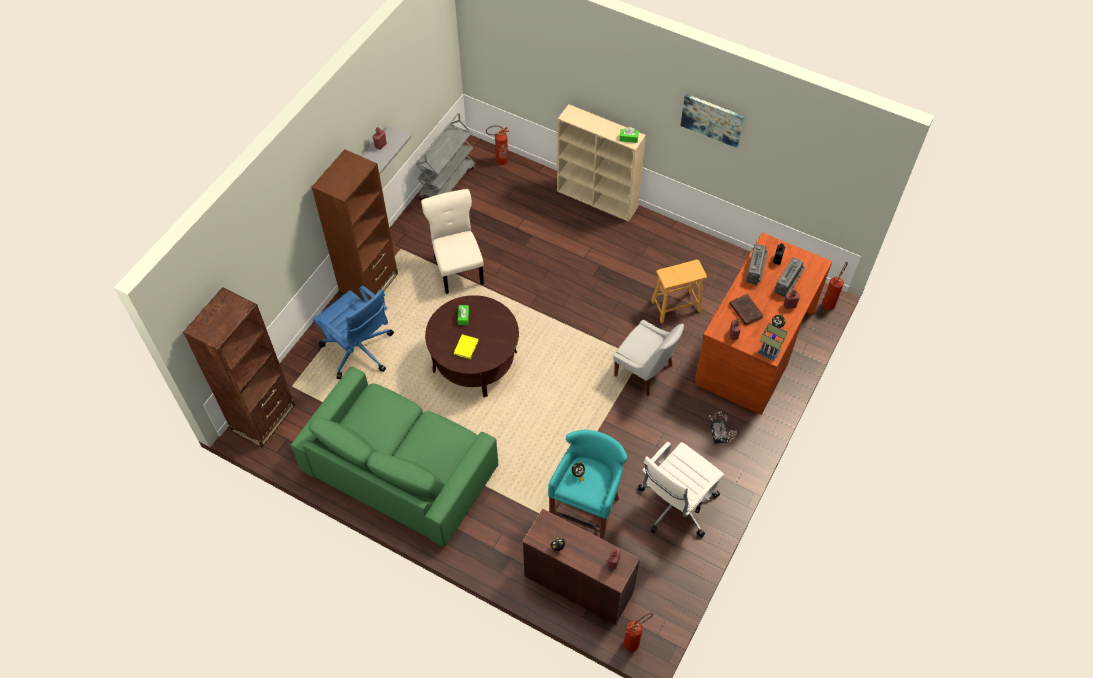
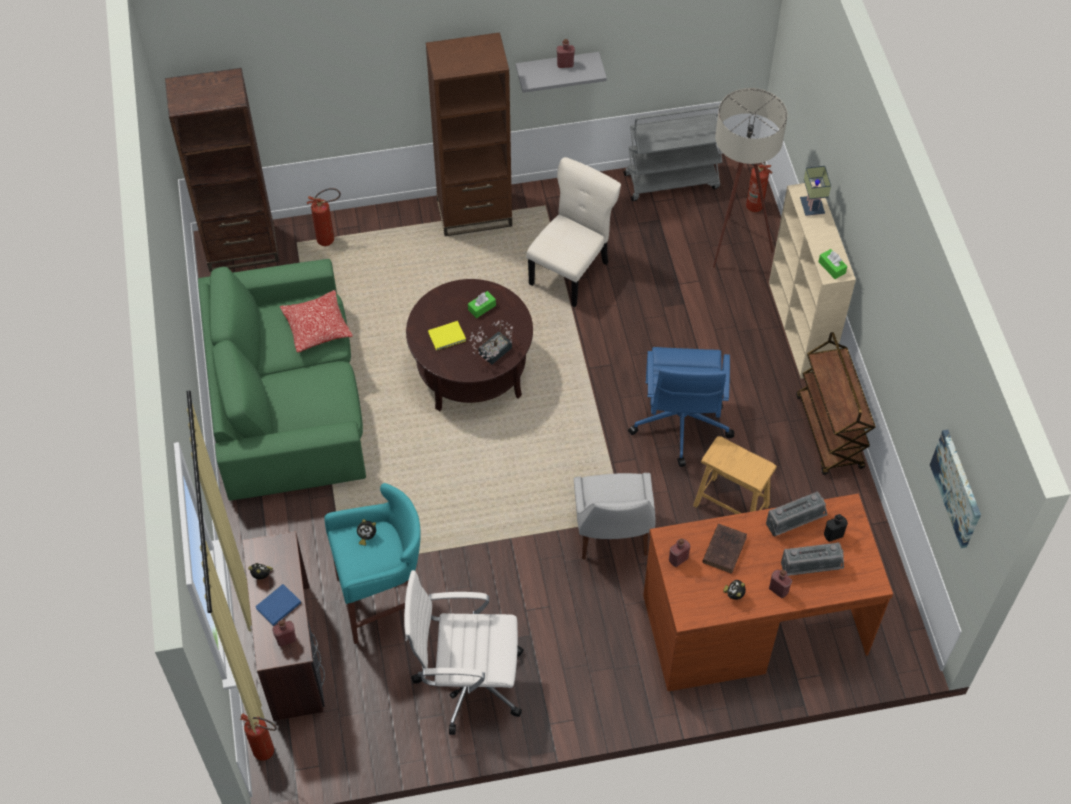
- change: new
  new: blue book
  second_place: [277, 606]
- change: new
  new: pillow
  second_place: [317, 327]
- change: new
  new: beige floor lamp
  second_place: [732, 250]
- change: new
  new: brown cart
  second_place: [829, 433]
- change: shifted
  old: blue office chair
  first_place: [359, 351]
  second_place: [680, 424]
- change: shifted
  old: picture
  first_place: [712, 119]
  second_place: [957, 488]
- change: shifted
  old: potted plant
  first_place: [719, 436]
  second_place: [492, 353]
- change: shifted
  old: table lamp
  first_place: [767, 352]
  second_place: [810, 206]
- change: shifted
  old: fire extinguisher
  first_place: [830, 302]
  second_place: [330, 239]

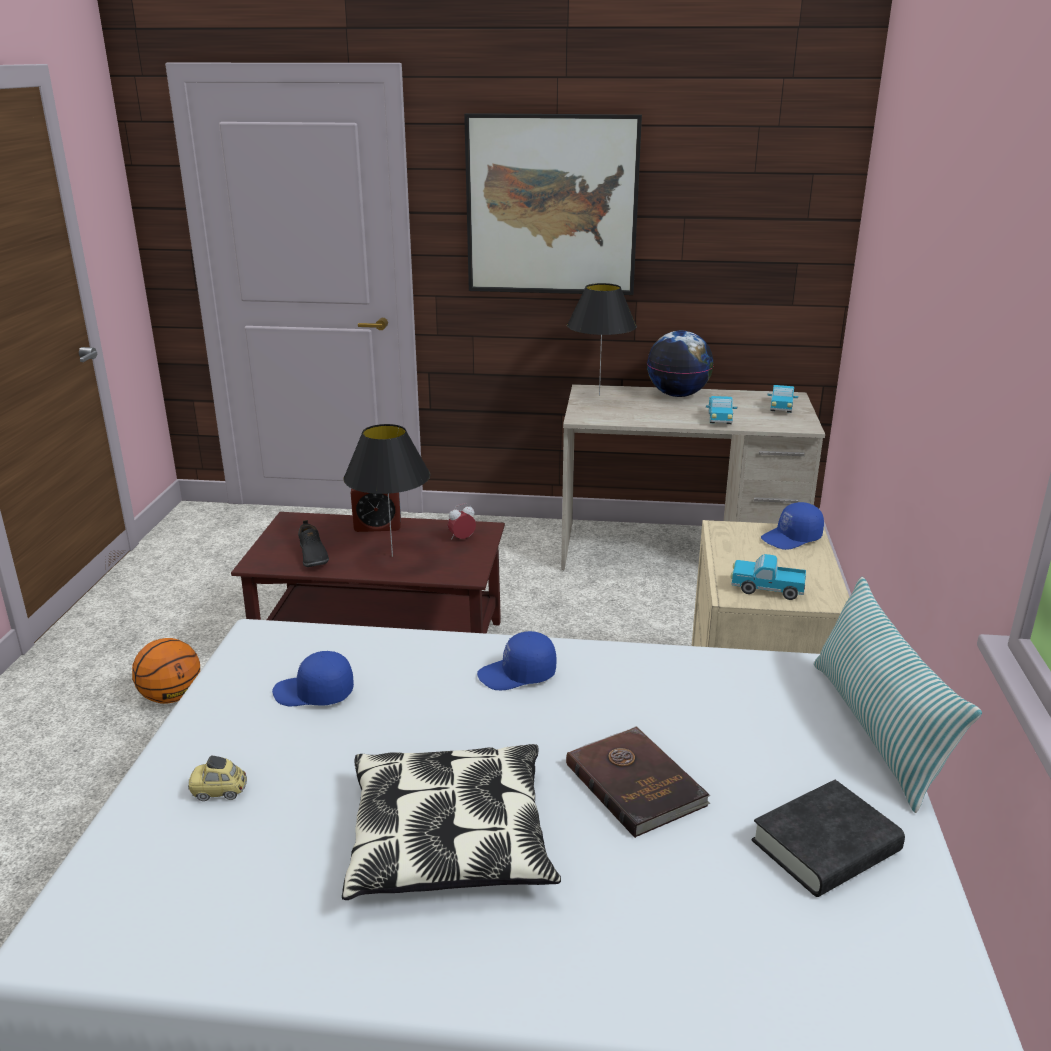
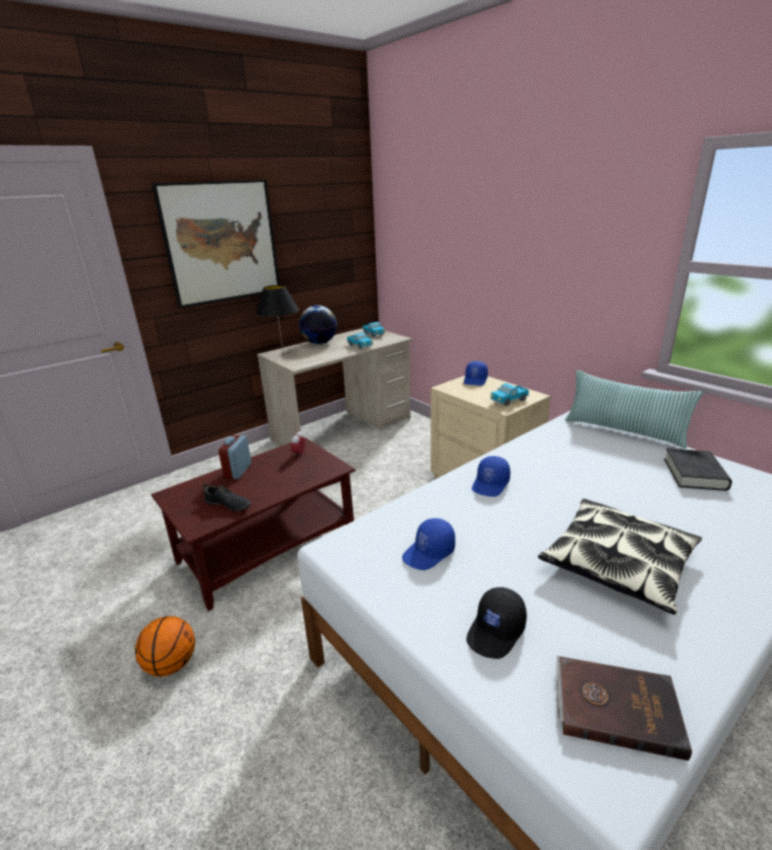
- change: gone
  old: black table lamp
  first_place: [392, 556]
- change: shifted
  old: brown book
  first_place: [636, 783]
  second_place: [615, 706]
- change: swapped
  old: toy car
  new: black cap
  first_place: [219, 791]
  second_place: [496, 632]
- change: rotated
  old: alarm clock
  first_place: [377, 527]
  second_place: [238, 471]
  degrees: 150

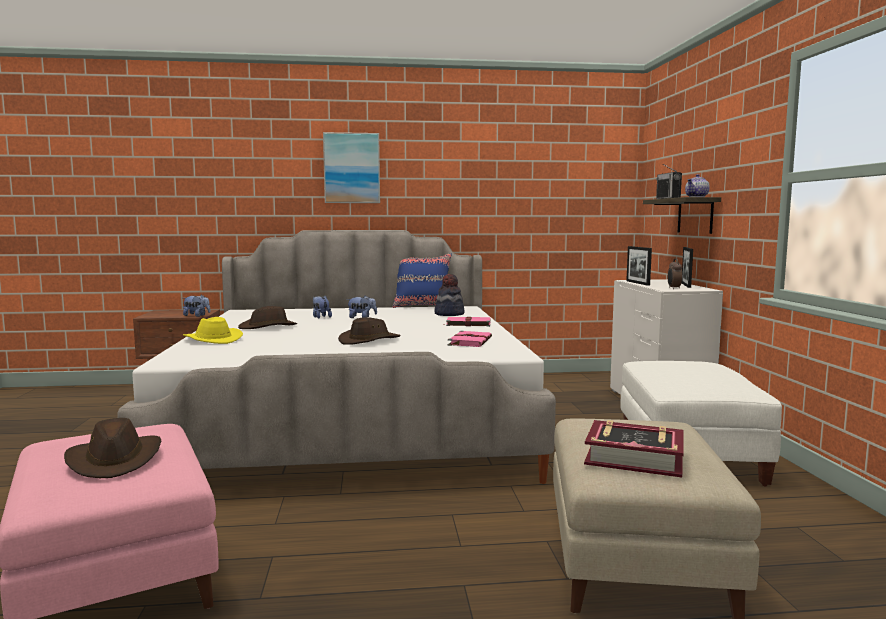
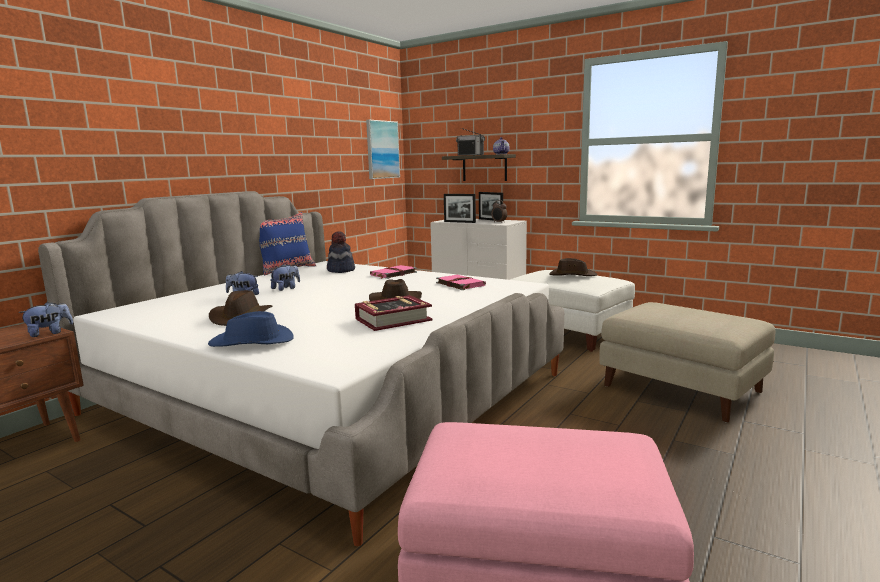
- change: shifted
  old: brown hat
  first_place: [115, 460]
  second_place: [572, 275]
- change: shifted
  old: picture
  first_place: [352, 168]
  second_place: [382, 149]
- change: shifted
  old: book
  first_place: [634, 458]
  second_place: [393, 320]
- change: repainted
  old: yellow hat
  new: blue hat
  first_place: [212, 340]
  second_place: [252, 342]

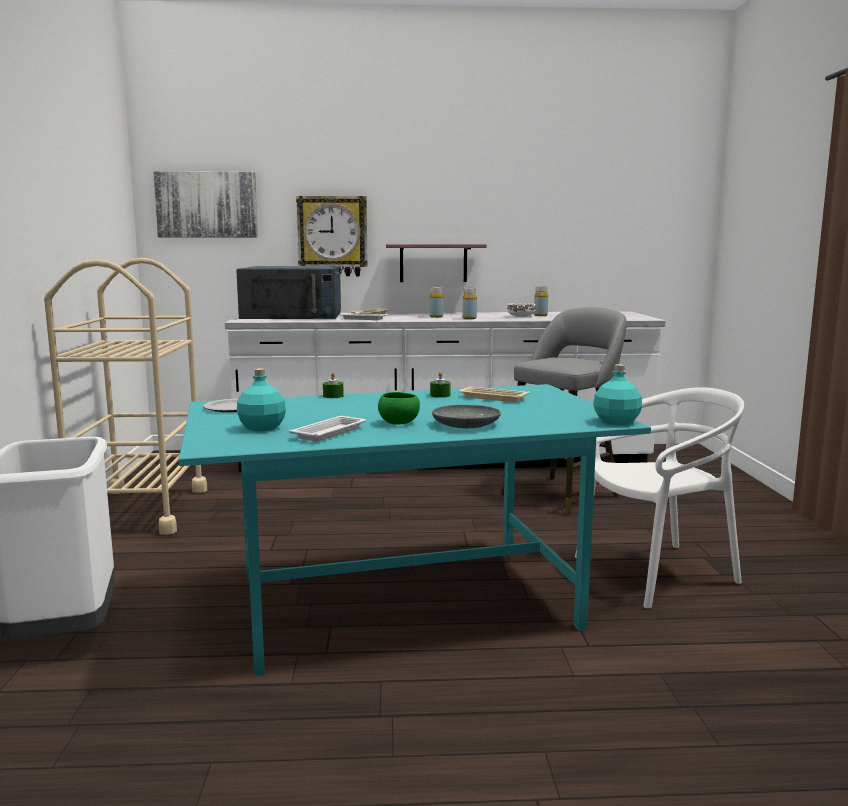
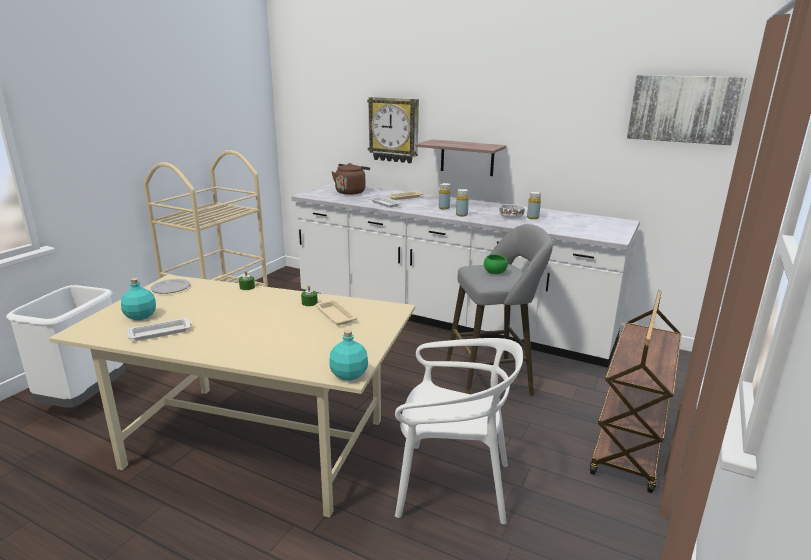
- change: gone
  old: grey plate
  first_place: [465, 424]
- change: new
  new: brown cart
  second_place: [629, 446]
- change: shifted
  old: picture
  first_place: [207, 205]
  second_place: [683, 109]
- change: shifted
  old: green bowl
  first_place: [398, 423]
  second_place: [494, 273]
- change: swapped
  old: blue microwave
  new: brown kettle
  first_place: [292, 316]
  second_place: [351, 192]
- change: repainted
  old: turquoise dining table
  new: beige dining table
  first_place: [406, 599]
  second_place: [260, 442]

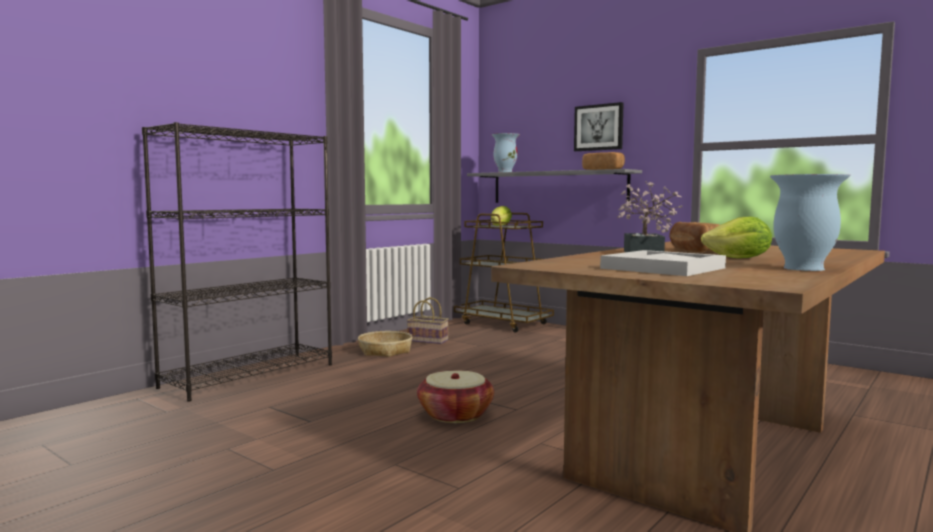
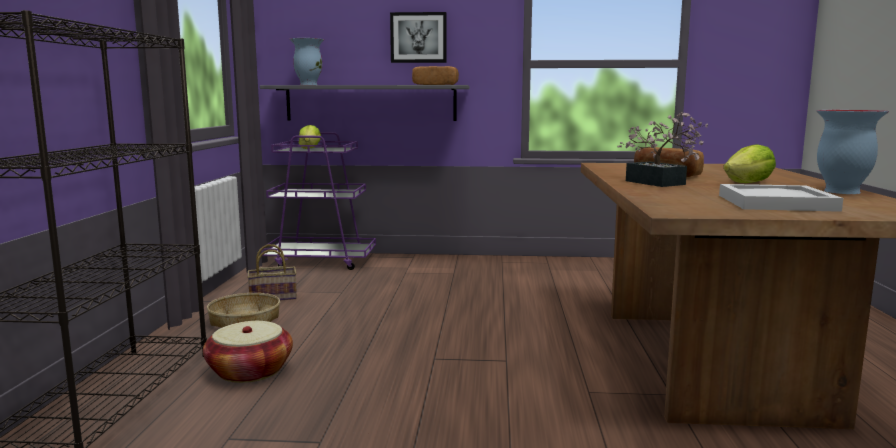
- change: shifted
  old: basket
  first_place: [455, 415]
  second_place: [250, 371]
- change: repainted
  old: brown cart
  new: purple cart
  first_place: [503, 324]
  second_place: [321, 261]

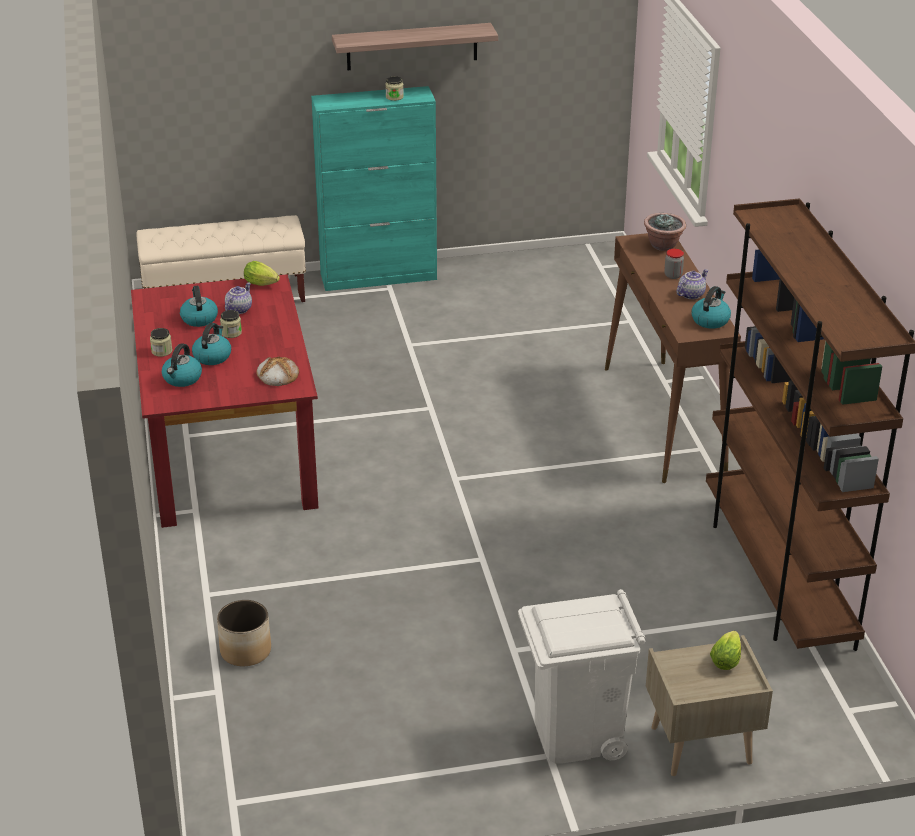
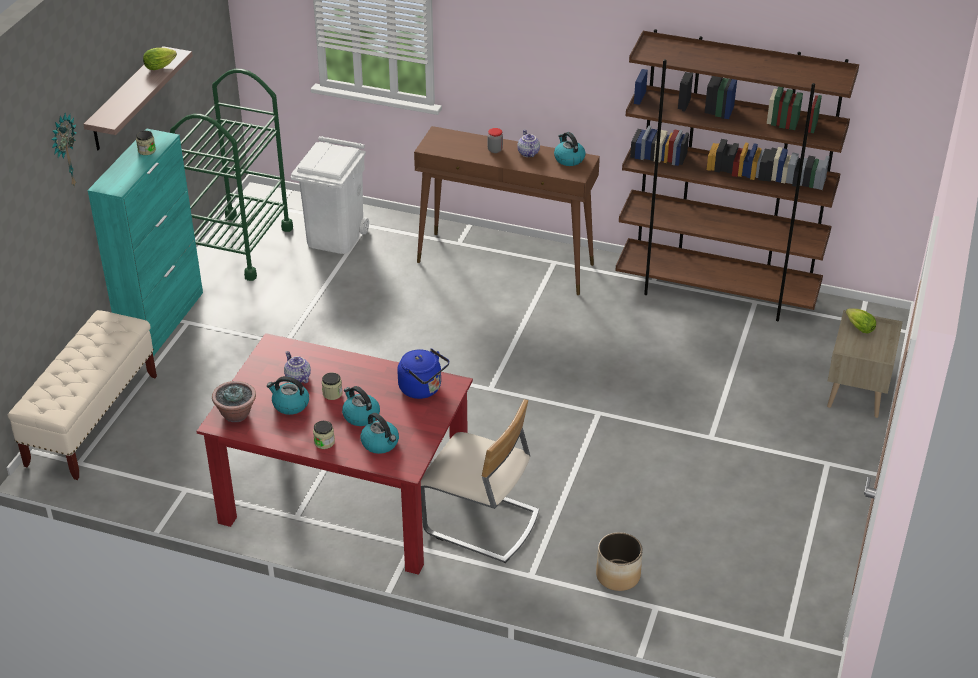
- change: new
  new: wall clock
  second_place: [64, 151]
- change: new
  new: green cart
  second_place: [240, 246]
- change: new
  new: beige chair
  second_place: [481, 523]
- change: shifted
  old: lettuce
  first_place: [263, 284]
  second_place: [161, 66]
- change: shifted
  old: white trash can
  first_place: [576, 734]
  second_place: [335, 237]
- change: shifted
  old: potted plant
  first_place: [663, 245]
  second_place: [236, 414]
- change: swapped
  old: bread
  new: blue kettle
  first_place: [277, 375]
  second_place: [423, 389]

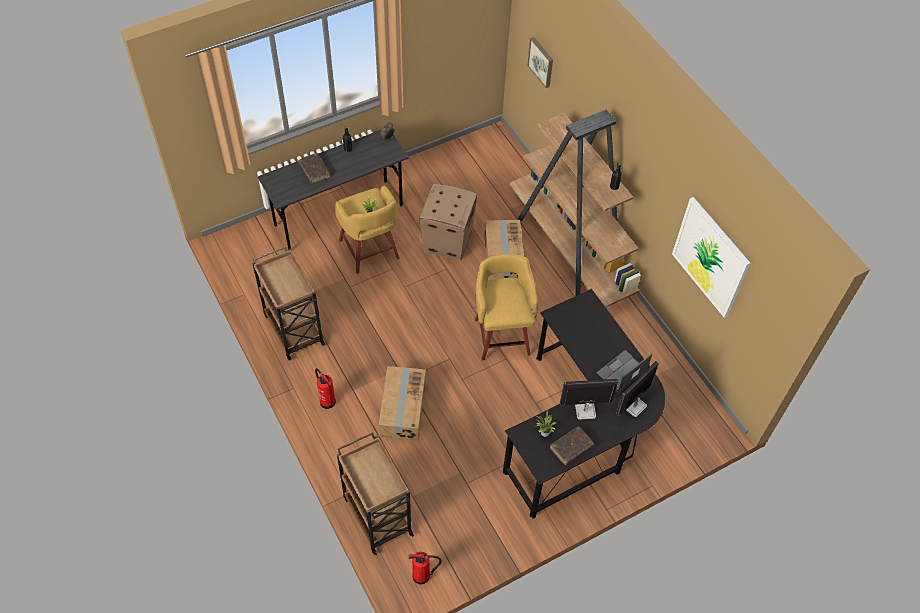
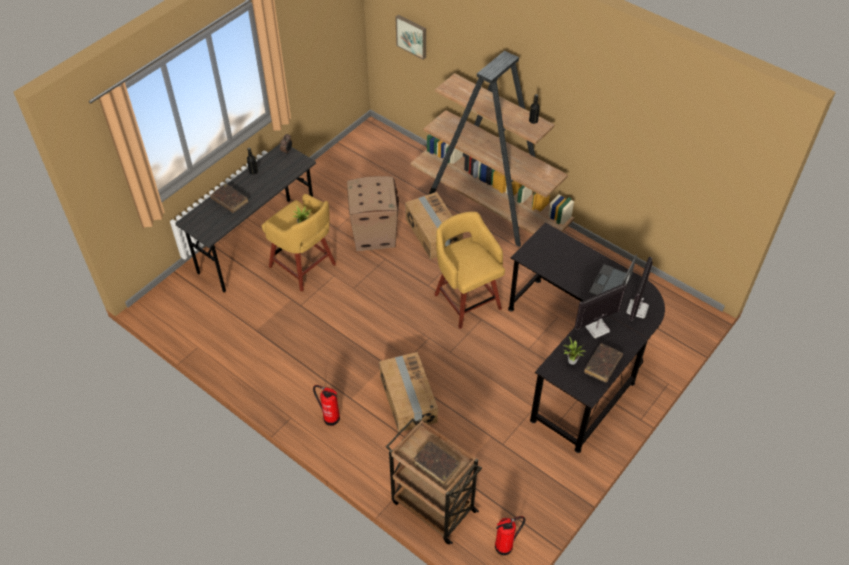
- change: gone
  old: brown cart
  first_place: [293, 328]
- change: gone
  old: picture
  first_place: [710, 257]
- change: new
  new: brown book
  second_place: [436, 465]

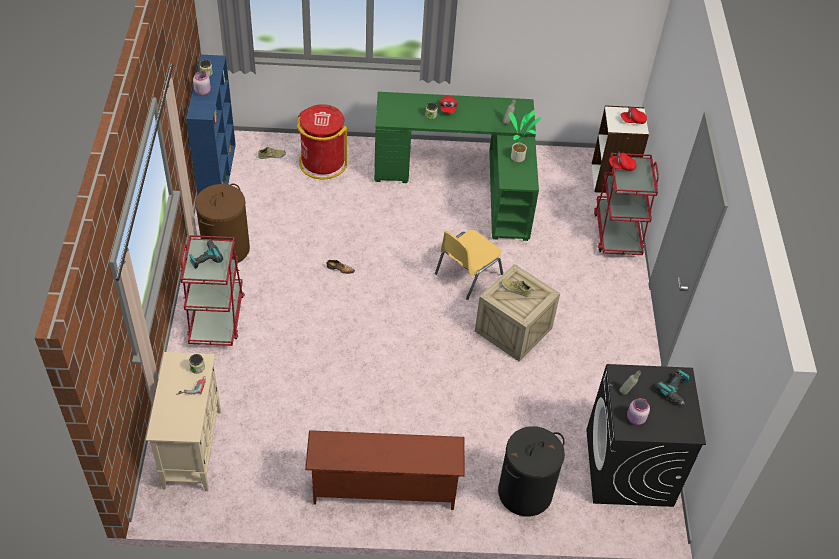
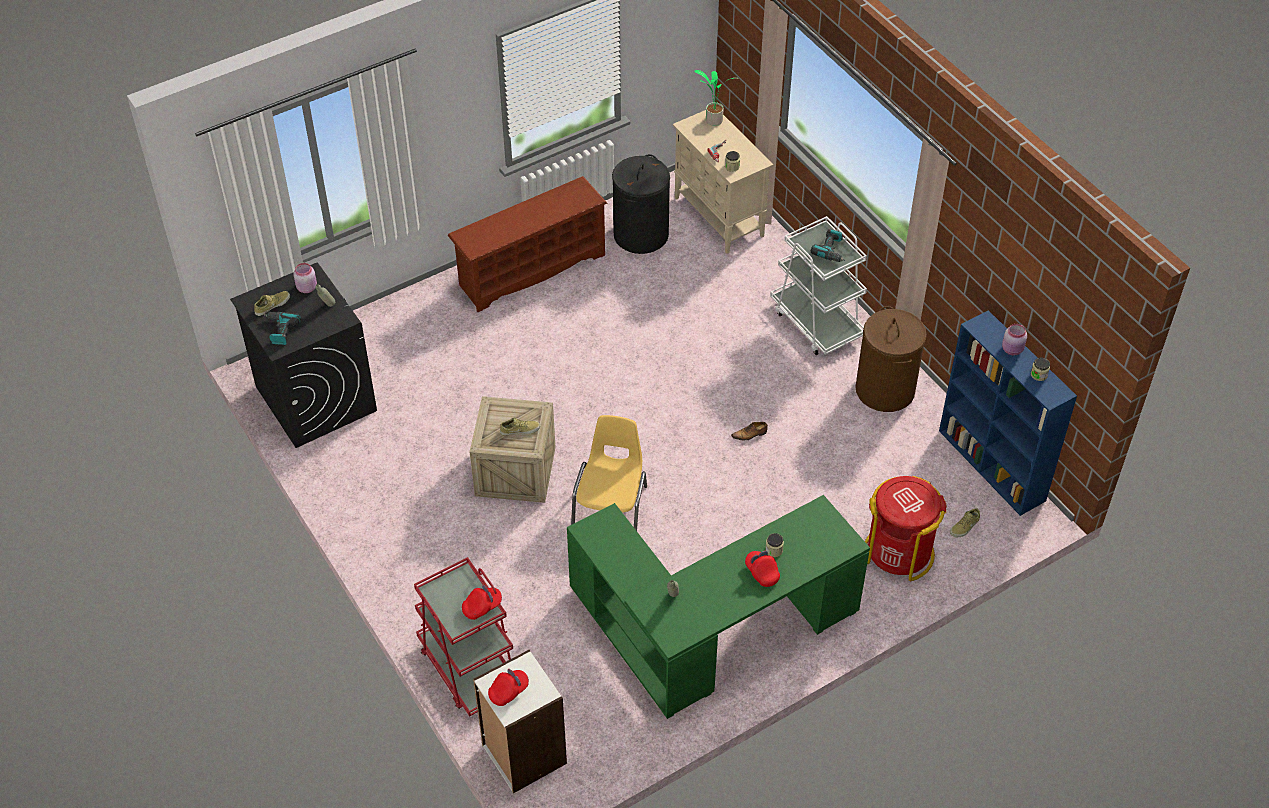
- change: new
  new: beige shoe
  second_place: [272, 304]
- change: shifted
  old: black laundry basket
  first_place: [525, 492]
  second_place: [640, 234]
- change: shifted
  old: potted plant
  first_place: [518, 158]
  second_place: [713, 121]
- change: repainted
  old: red cart
  new: white cart
  first_place: [217, 317]
  second_place: [817, 322]

